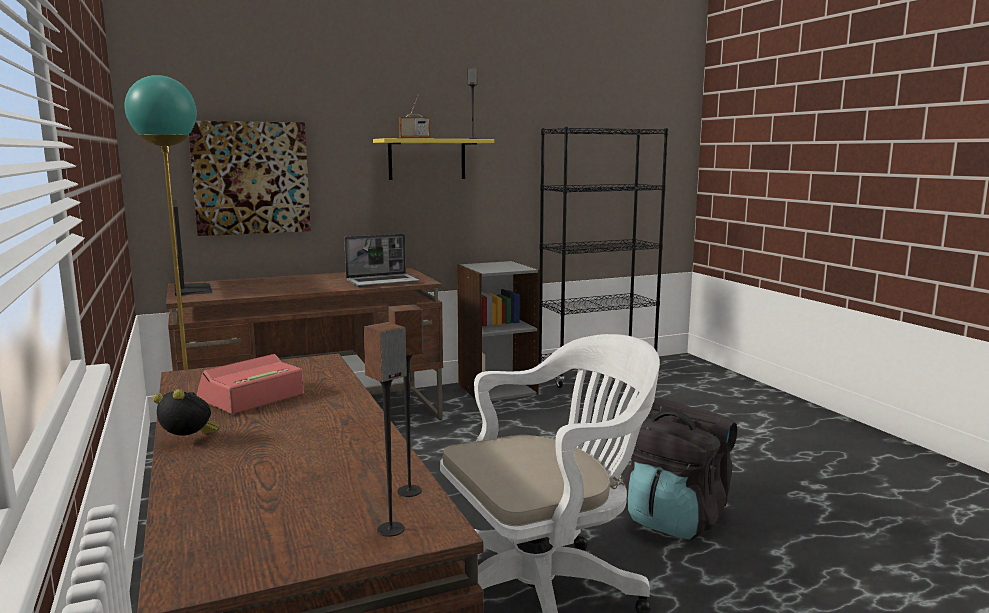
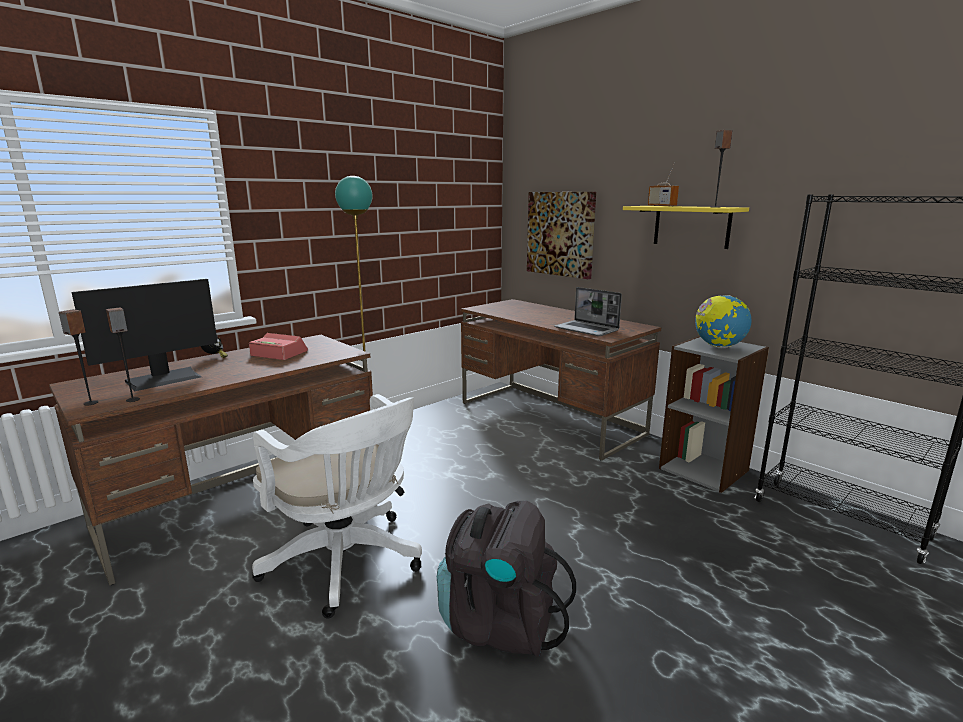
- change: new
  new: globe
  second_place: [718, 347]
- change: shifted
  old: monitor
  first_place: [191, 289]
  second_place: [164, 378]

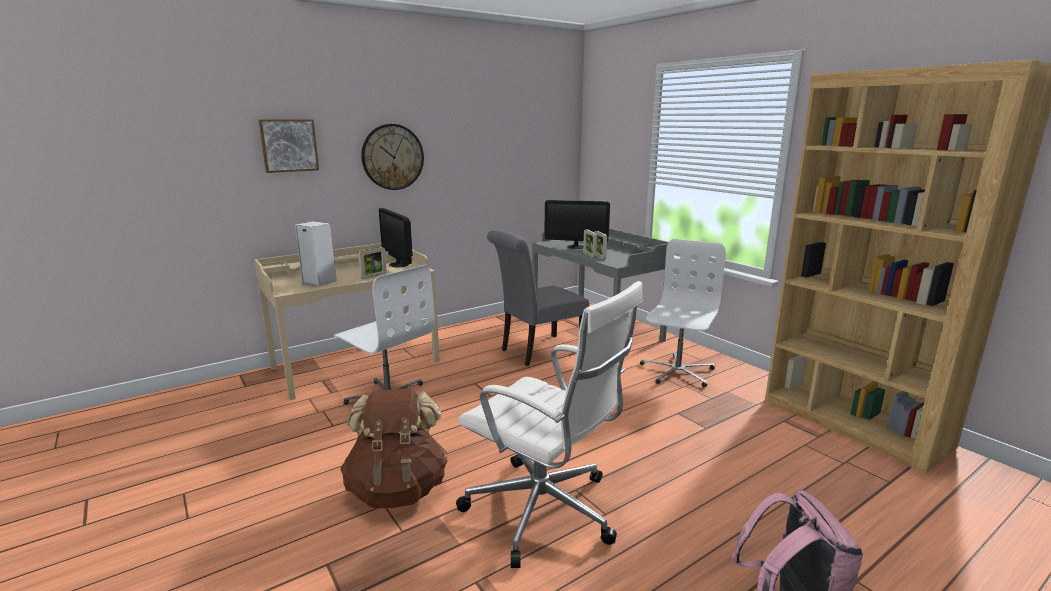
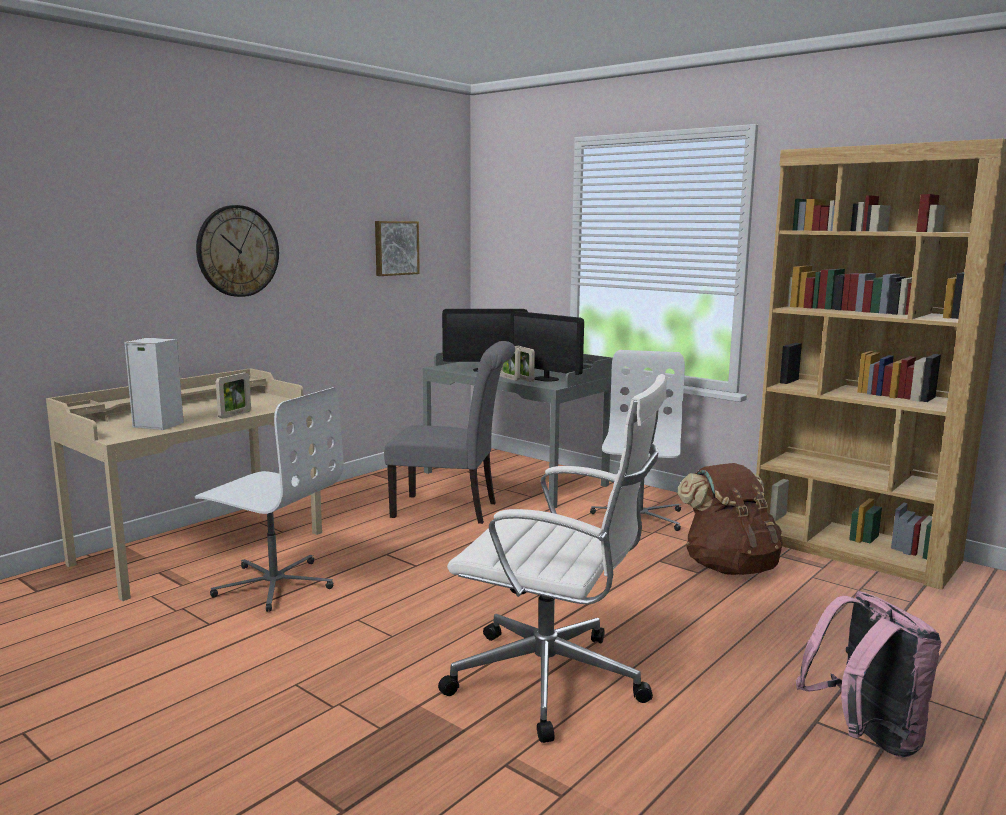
- change: shifted
  old: picture
  first_place: [289, 145]
  second_place: [395, 248]
- change: shifted
  old: brown backpack
  first_place: [397, 489]
  second_place: [729, 567]
- change: shifted
  old: monitor
  first_place: [398, 264]
  second_place: [546, 379]
- change: rotated
  old: grey chair
  first_place: [537, 351]
  second_place: [451, 510]
  degrees: -120

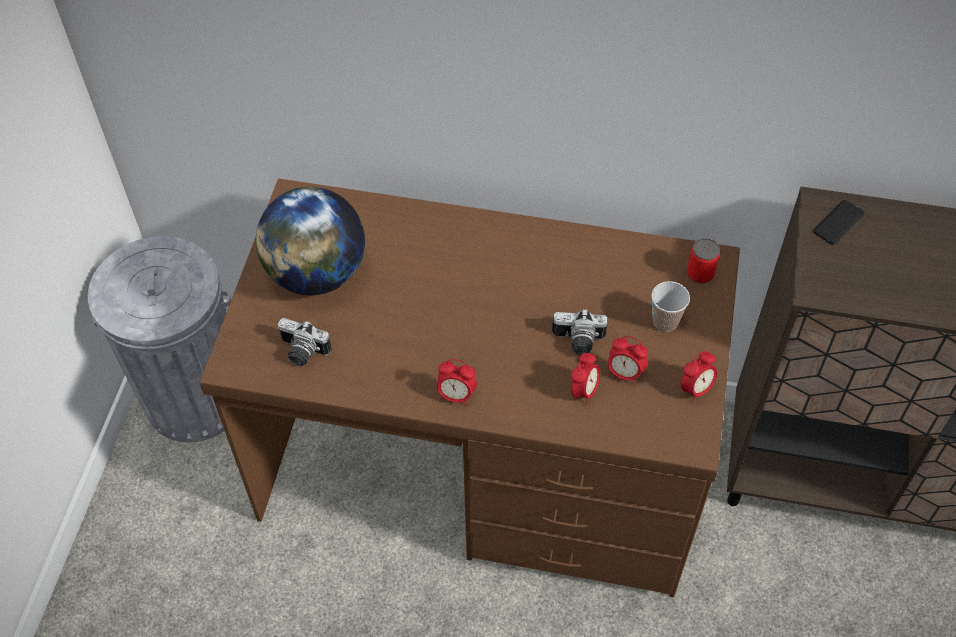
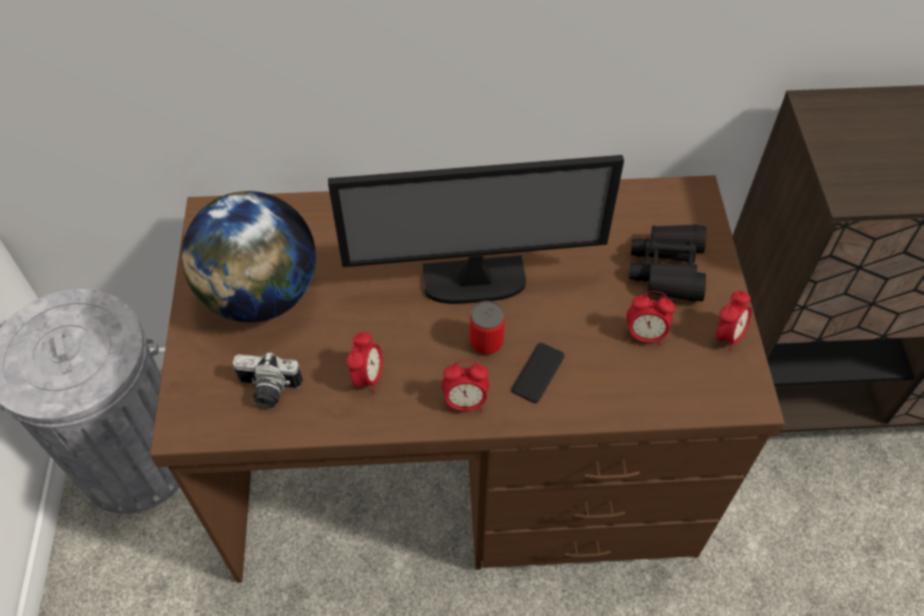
- change: gone
  old: photo camera
  first_place: [578, 342]
- change: new
  new: monitor
  second_place: [474, 282]
- change: shifted
  old: alarm clock
  first_place: [584, 391]
  second_place: [368, 377]
- change: shifted
  old: can
  first_place: [700, 273]
  second_place: [486, 342]
- change: shifted
  old: phone
  first_place: [838, 222]
  second_place: [538, 373]
- change: swapped
  old: cup
  new: black binoculars
  first_place: [665, 321]
  second_place: [668, 269]

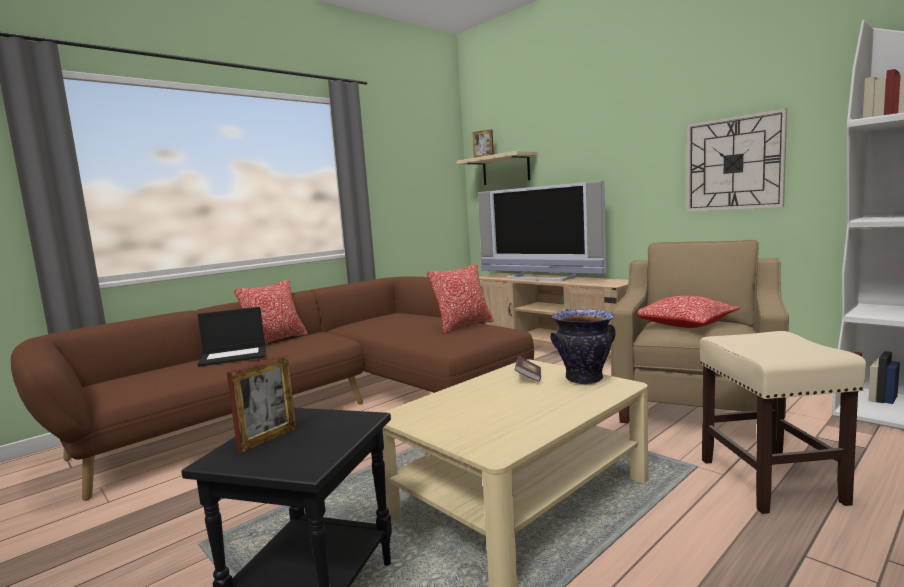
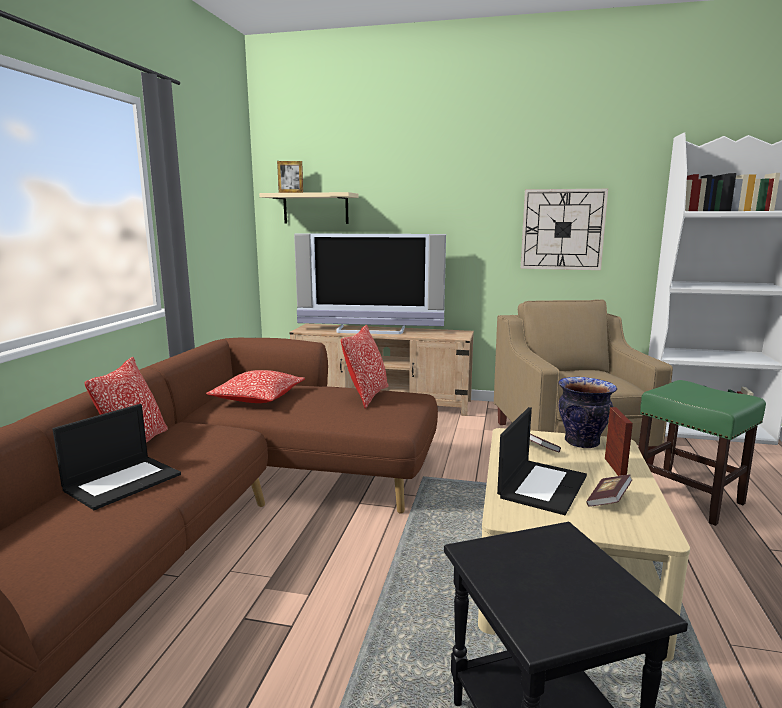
- change: new
  new: laptop
  second_place: [542, 486]
- change: new
  new: book
  second_place: [608, 500]
- change: shifted
  old: picture frame
  first_place: [268, 439]
  second_place: [615, 468]
- change: shifted
  old: pillow
  first_place: [684, 324]
  second_place: [258, 398]
- change: repainted
  old: beige stool
  new: green stool
  first_place: [771, 481]
  second_place: [689, 498]

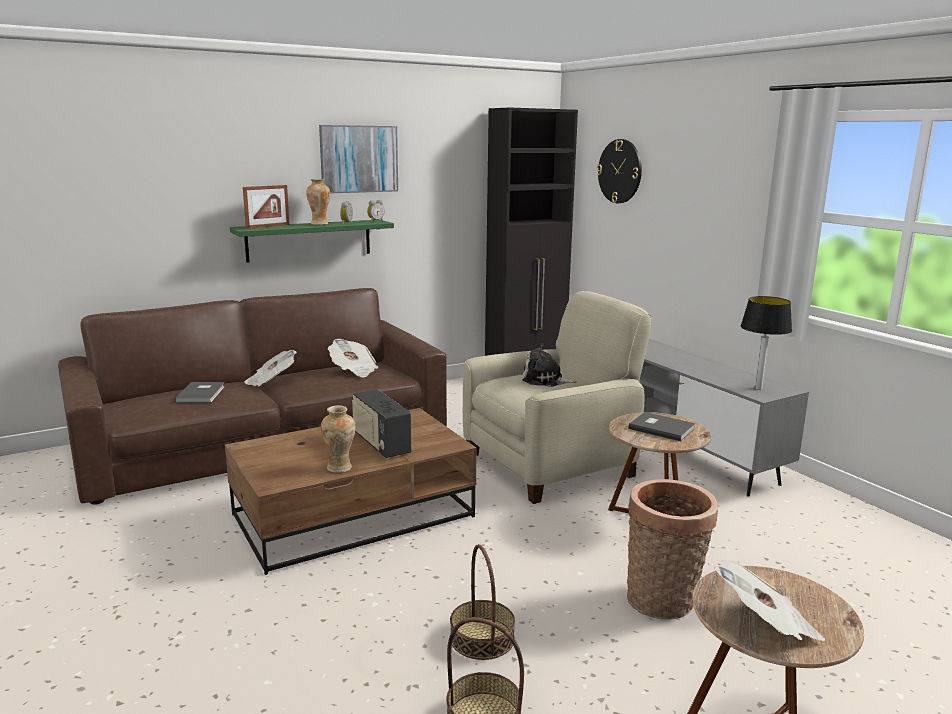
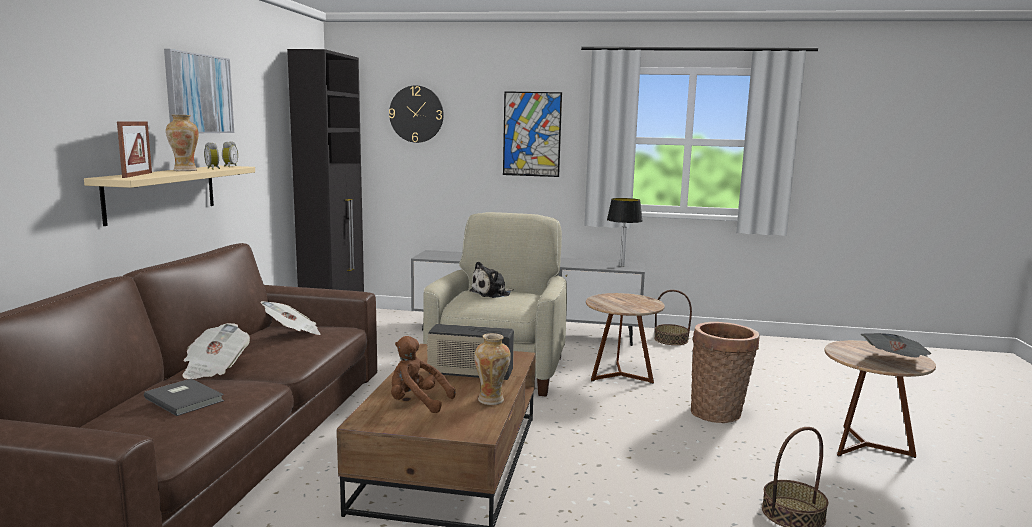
- change: gone
  old: grey book
  first_place: [661, 428]
- change: new
  new: brown plush toy
  second_place: [417, 403]
- change: new
  new: picture
  second_place: [532, 134]
- change: shifted
  old: basket
  first_place: [481, 638]
  second_place: [671, 340]
- change: repainted
  old: green shelf
  new: beige shelf
  first_place: [309, 240]
  second_place: [162, 193]

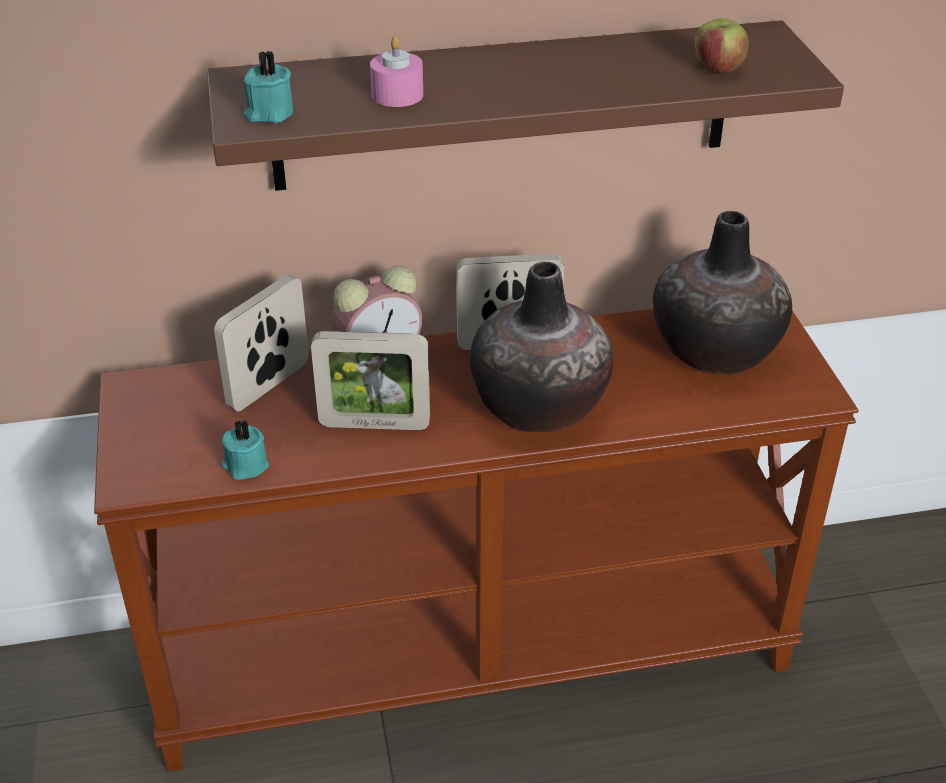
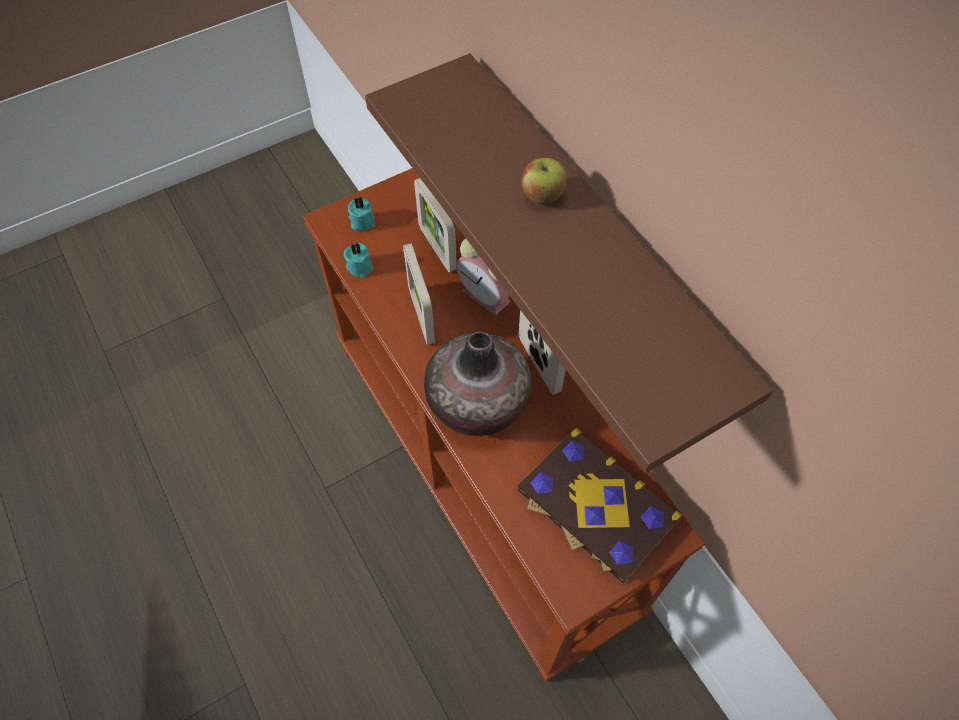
- change: gone
  old: pink candle
  first_place: [397, 95]
- change: shifted
  old: turquoise candle
  first_place: [269, 113]
  second_place: [362, 221]
- change: shifted
  old: apple
  first_place: [718, 69]
  second_place: [542, 195]
- change: swapped
  old: vase
  new: book
  first_place: [715, 351]
  second_place: [596, 506]
- change: rotated
  old: picture frame
  first_place: [269, 385]
  second_place: [437, 248]
  degrees: -135

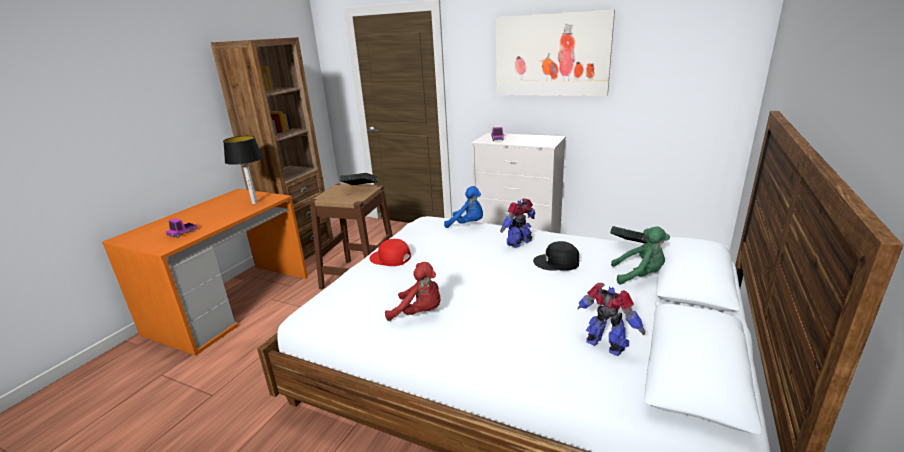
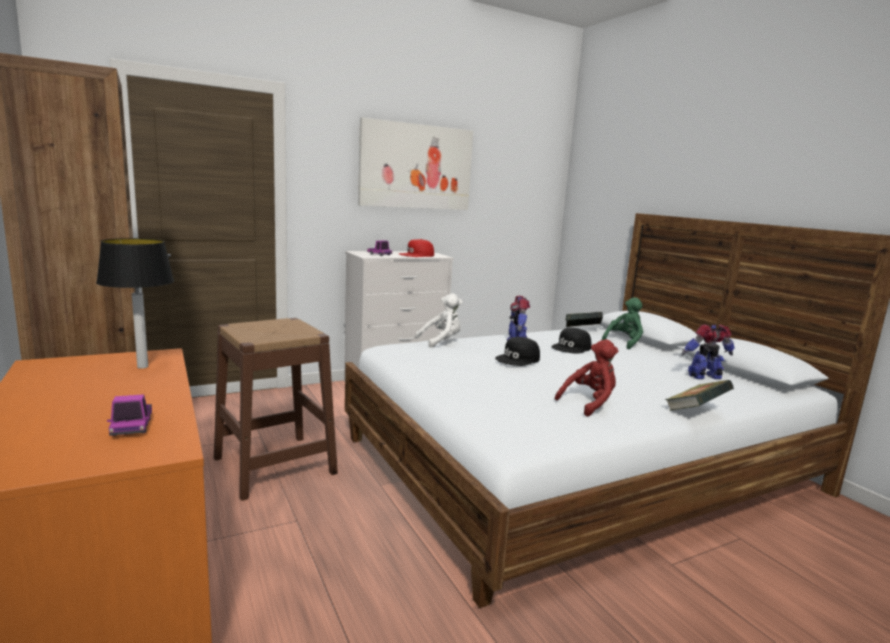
- change: new
  new: black cap
  second_place: [518, 359]
- change: shifted
  old: book
  first_place: [360, 188]
  second_place: [695, 411]
- change: shifted
  old: red cap
  first_place: [390, 258]
  second_place: [417, 255]
- change: repainted
  old: blue plush toy
  new: white plush toy
  first_place: [467, 224]
  second_place: [441, 342]

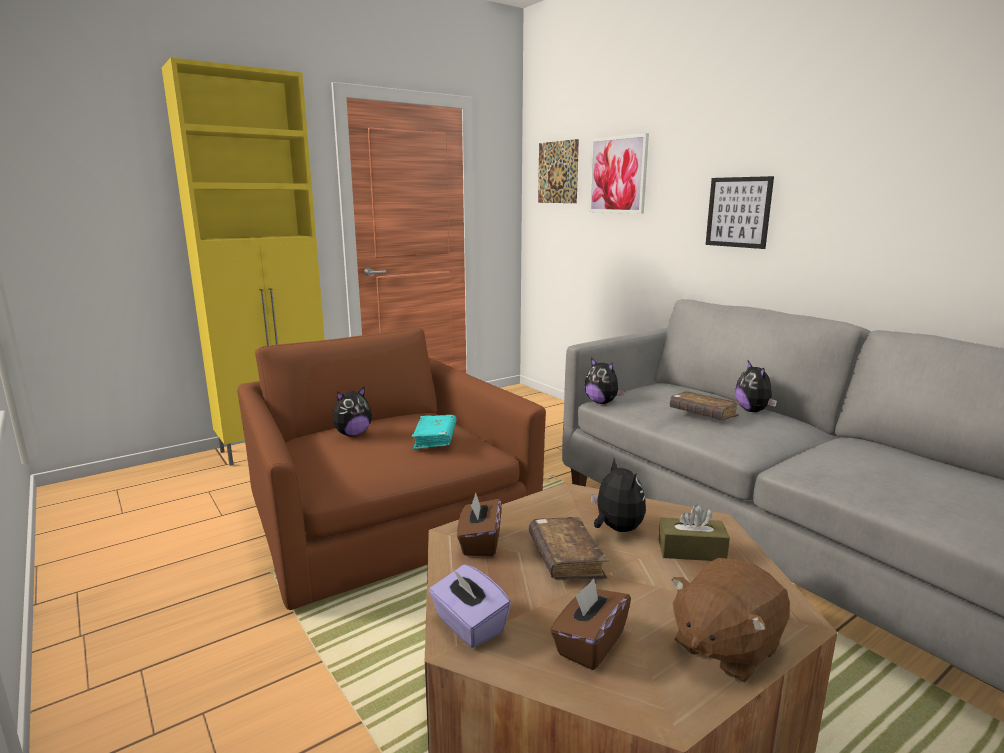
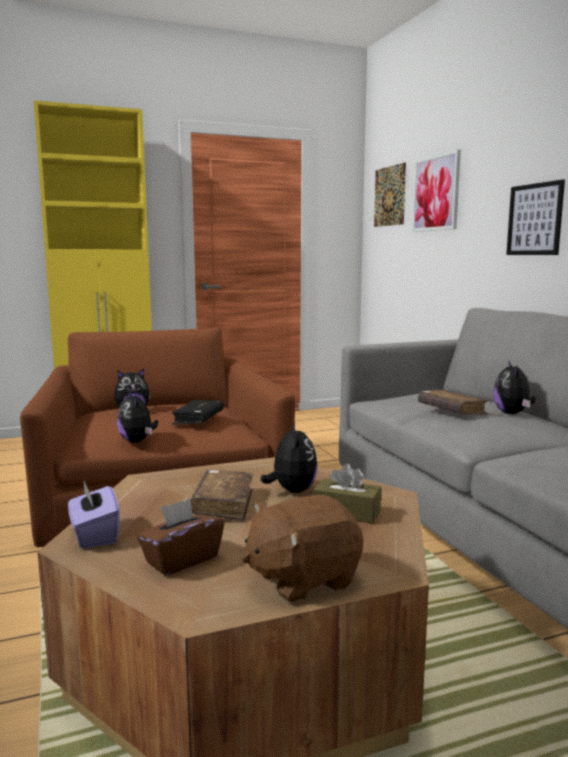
- change: gone
  old: brown tissue box
  first_place: [480, 543]
- change: shifted
  old: plush toy
  first_place: [602, 402]
  second_place: [137, 441]
- change: repainted
  old: turquoise book
  new: black book
  first_place: [435, 439]
  second_place: [198, 419]

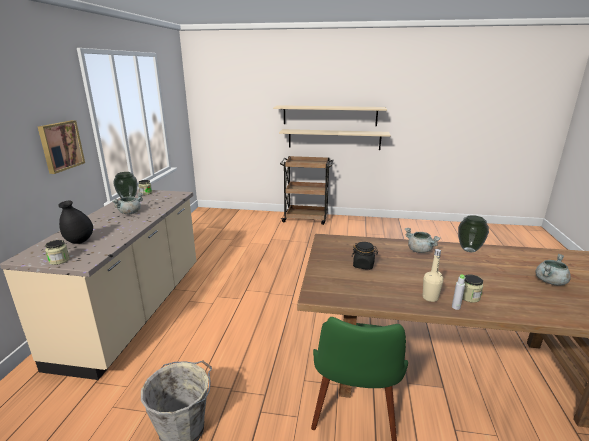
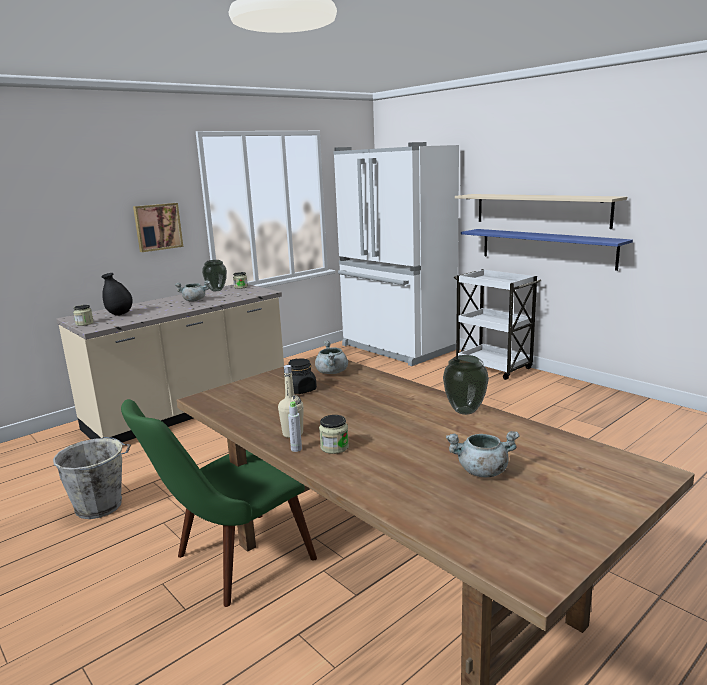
- change: new
  new: white fridge
  second_place: [396, 348]
- change: shifted
  old: grey cooking pot
  first_place: [420, 250]
  second_place: [332, 372]
- change: repainted
  old: beige shelf
  new: blue shelf
  first_place: [334, 139]
  second_place: [546, 248]
- change: repainted
  old: brown cart
  new: white cart
  first_place: [306, 218]
  second_place: [493, 367]

